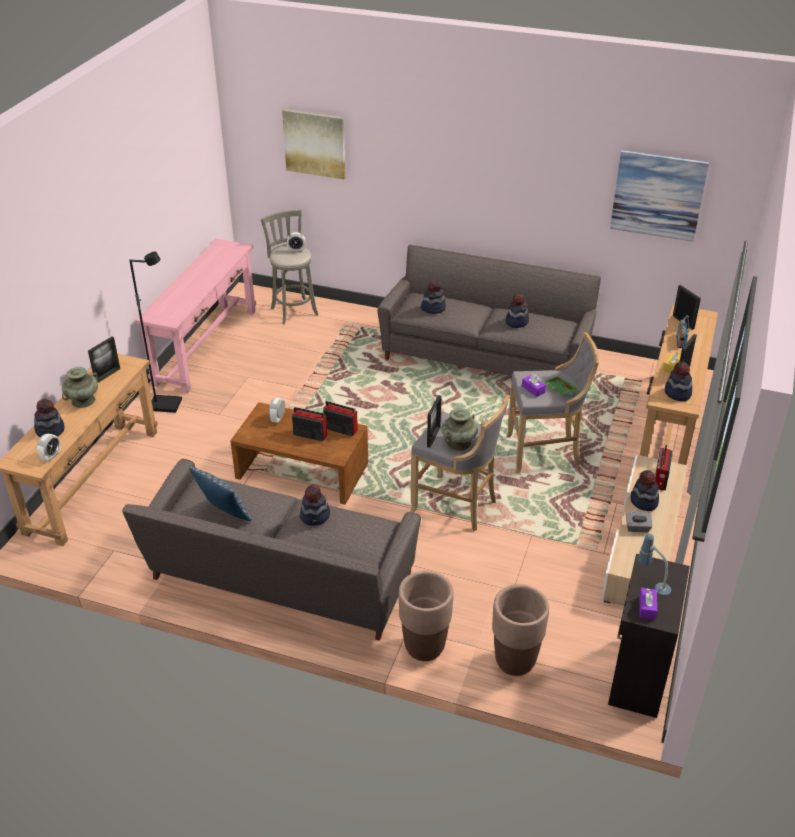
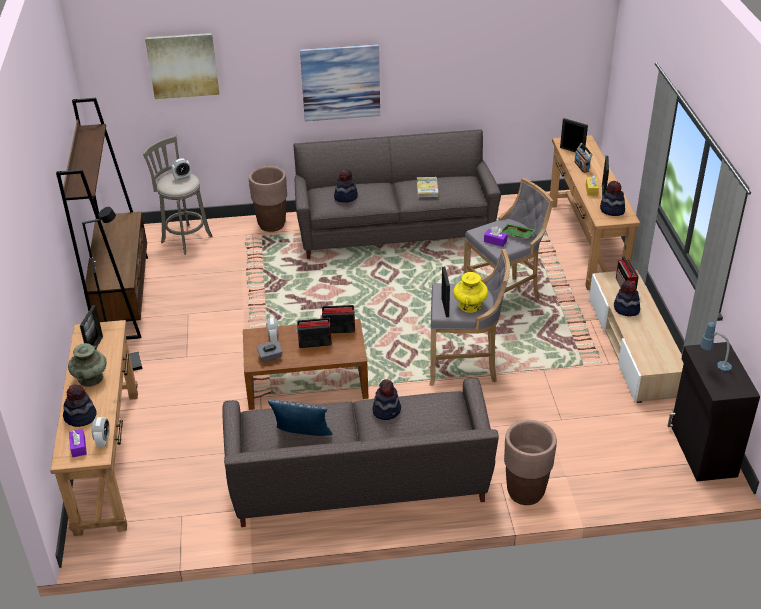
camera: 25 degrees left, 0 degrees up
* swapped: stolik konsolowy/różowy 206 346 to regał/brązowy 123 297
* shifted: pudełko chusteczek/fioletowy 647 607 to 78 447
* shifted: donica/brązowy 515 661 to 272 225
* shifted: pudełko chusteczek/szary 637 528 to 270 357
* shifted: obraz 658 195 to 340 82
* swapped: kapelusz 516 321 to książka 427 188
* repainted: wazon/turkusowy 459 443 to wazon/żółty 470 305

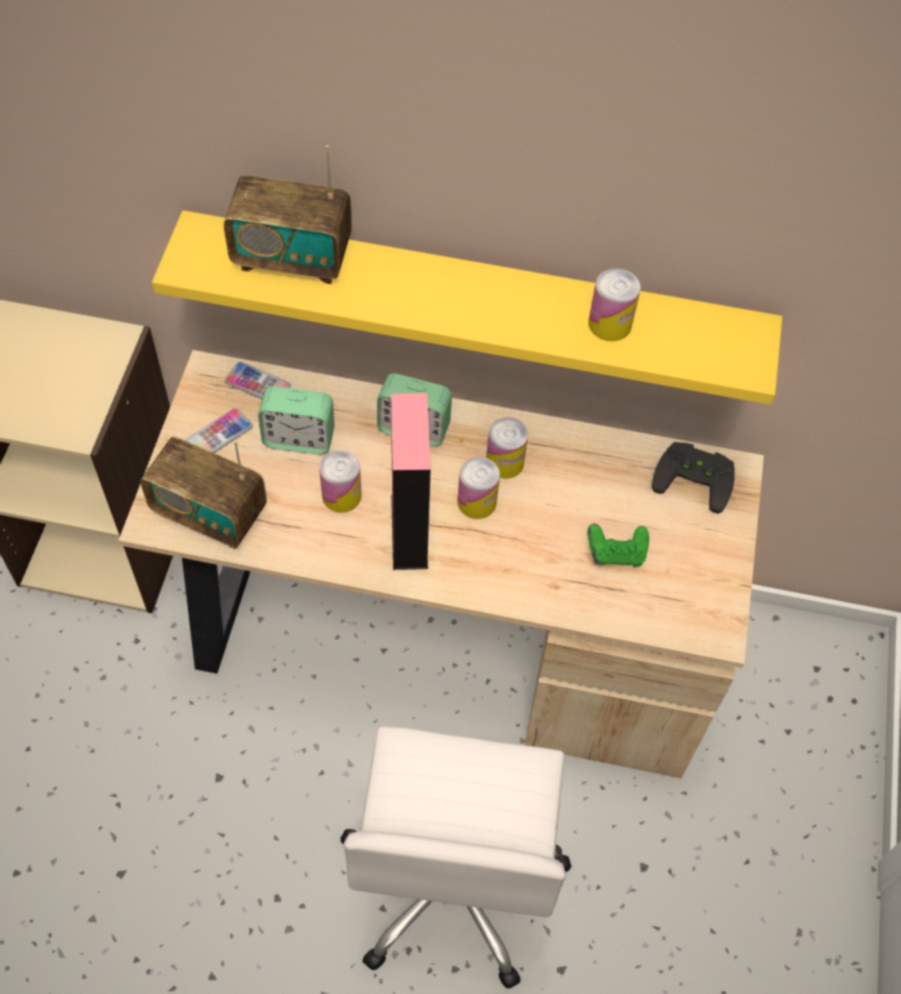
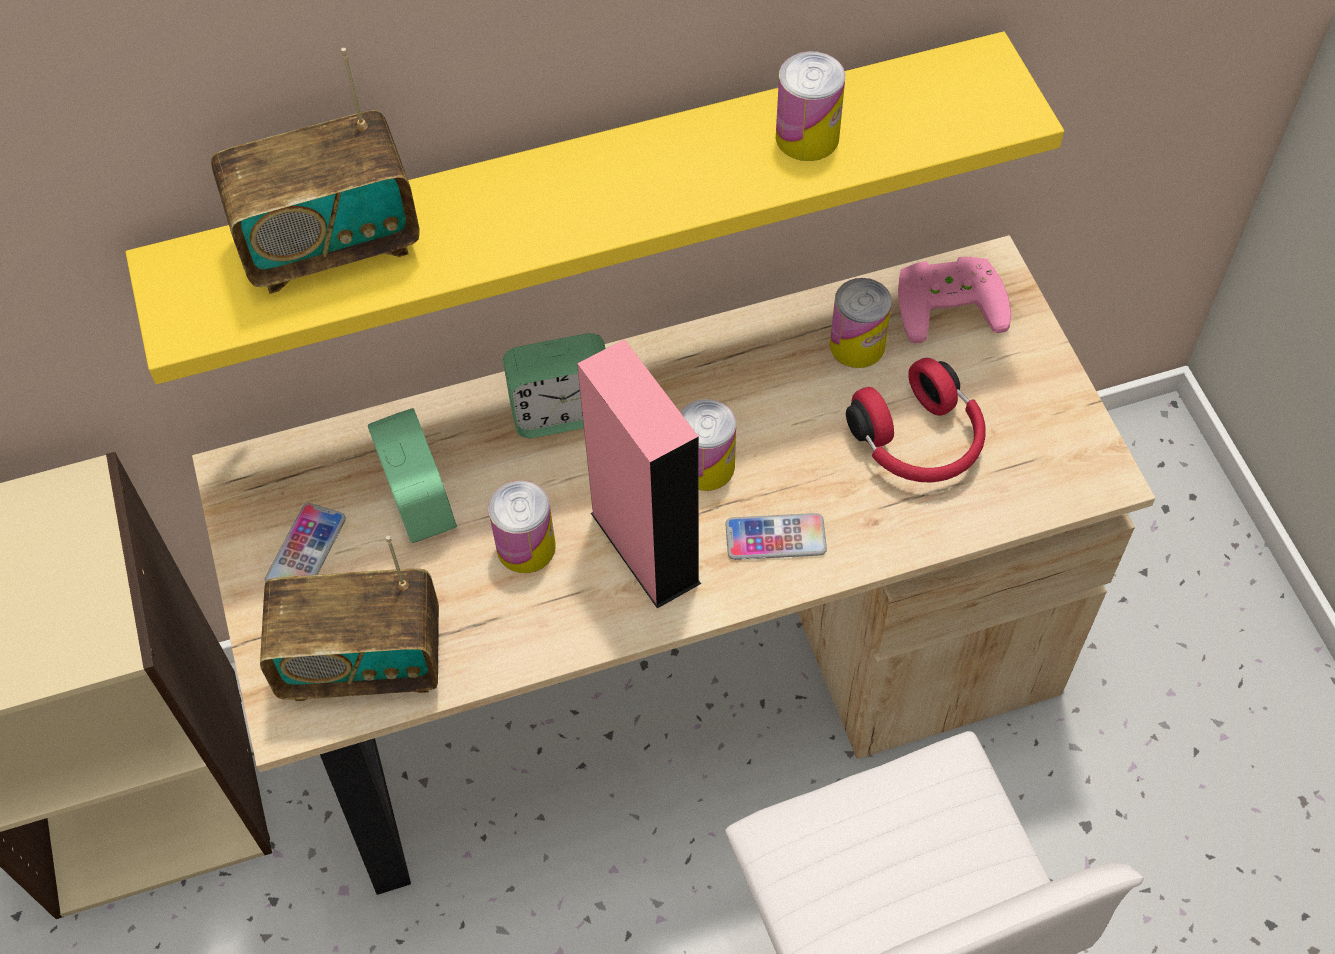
camera: 25 degrees left, 0 degrees up
* rotated: budzik 299 438 = 419 501 90 degrees counterclockwise
* shifted: telefon 257 384 to 775 538
* shifted: puszka 504 462 to 857 345
* swapped: pad do gier/zielony 616 553 to słuchawki/czerwony 918 442
* repainted: pad do gier/czarny 695 476 to pad do gier/różowy 948 299

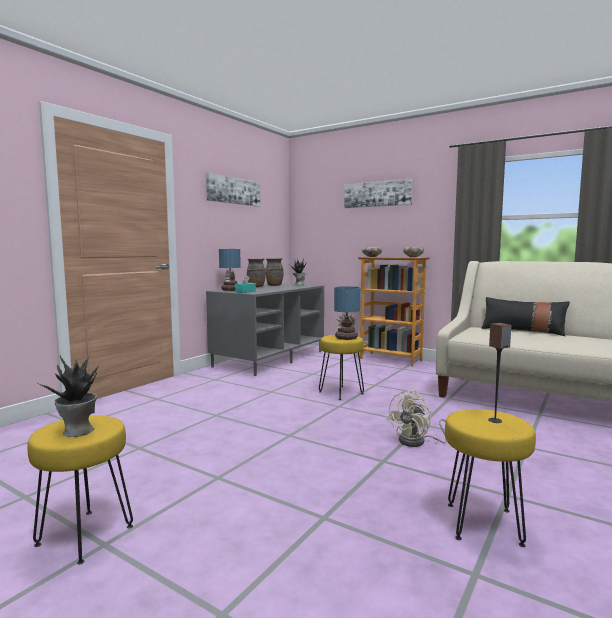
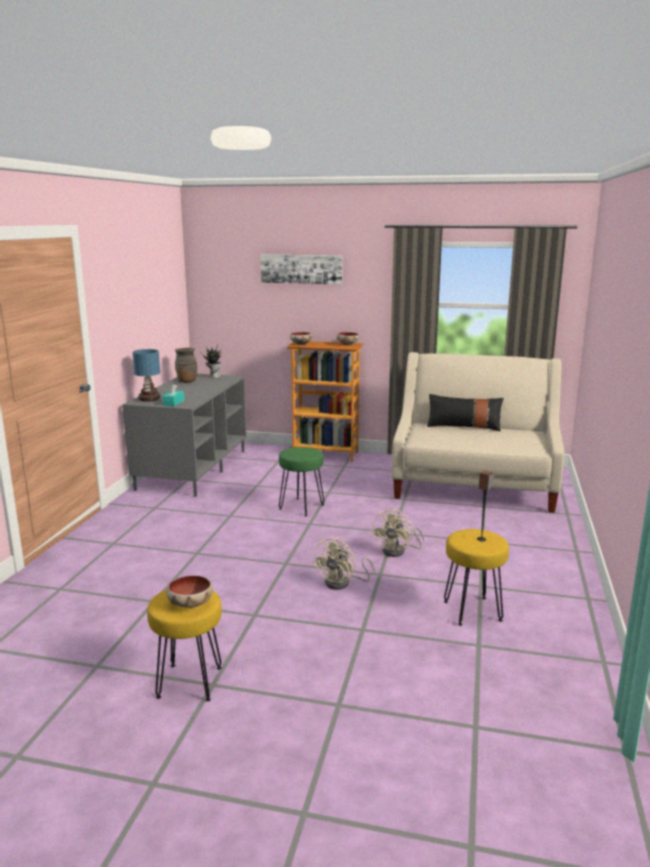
camera: 20 degrees left, 10 degrees up
* swapped: roślina doniczkowa 78 432 to miska 189 604
* repainted: stołek/żółty 341 393 to stołek/zielony 301 507
* new: wentylator/beżowy 343 583
* gone: obraz 233 191
* gone: wazon/brązowy 256 287
* gone: lampa stołowa 347 338

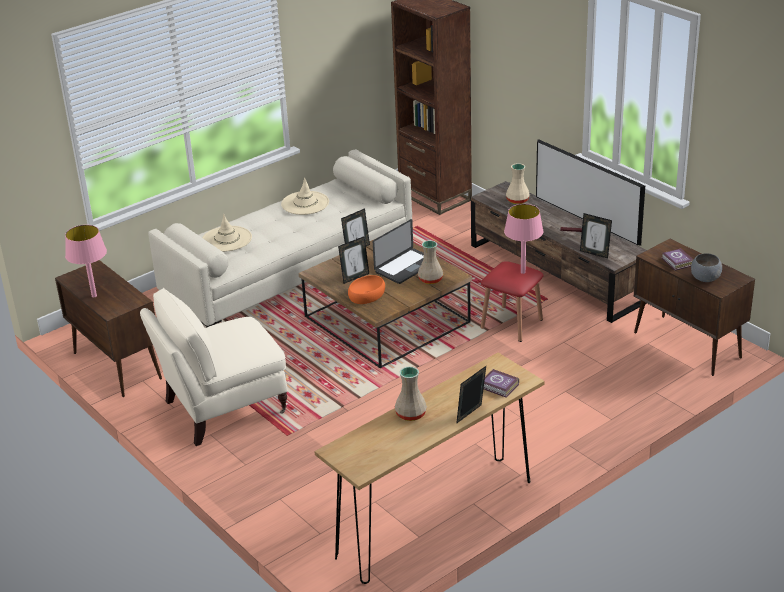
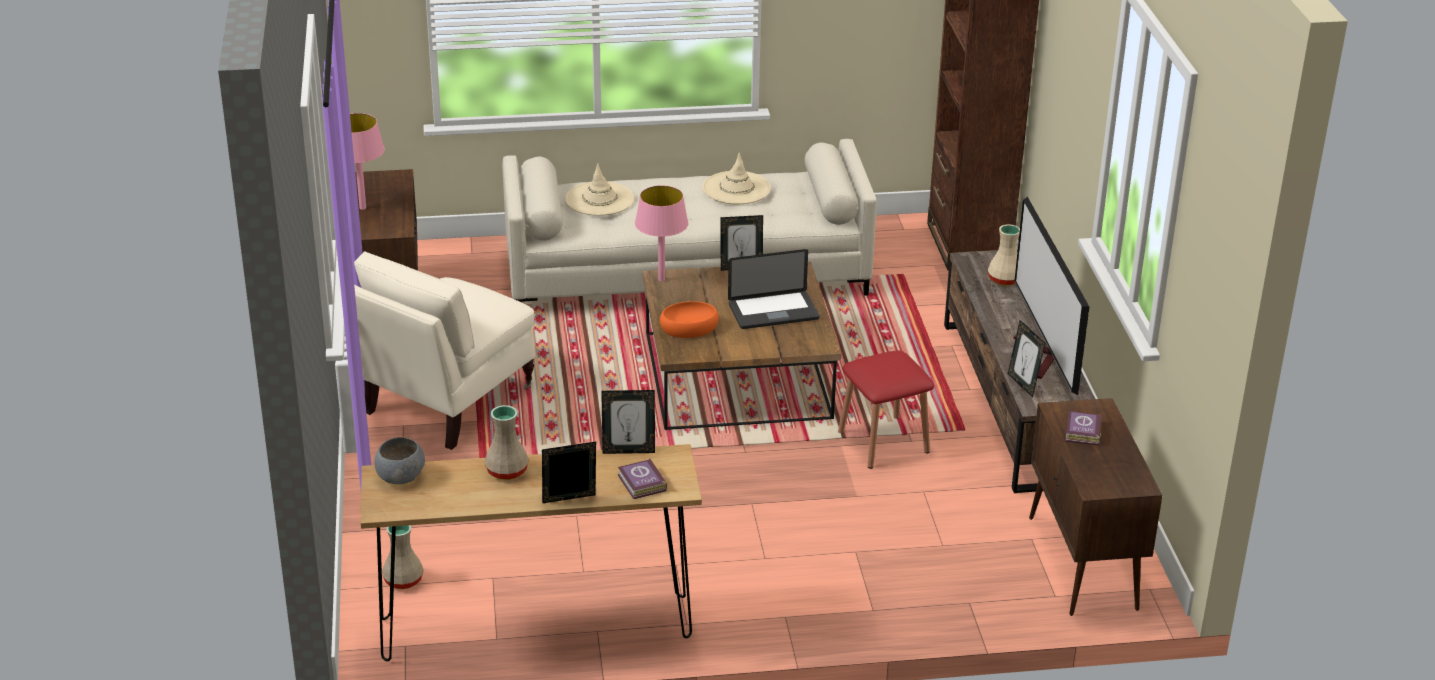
camera: 30 degrees right, 0 degrees up
* rotated: fotel/beżowy 222 408 = 446 401 60 degrees counterclockwise
* shifted: miska/szary 705 278 to 399 477
* shifted: wazon/beżowy 430 279 to 404 579
* shifted: ramka na zdjęcie 355 277 to 628 450
* shifted: lampa stołowa/różowy 522 272 to 661 279

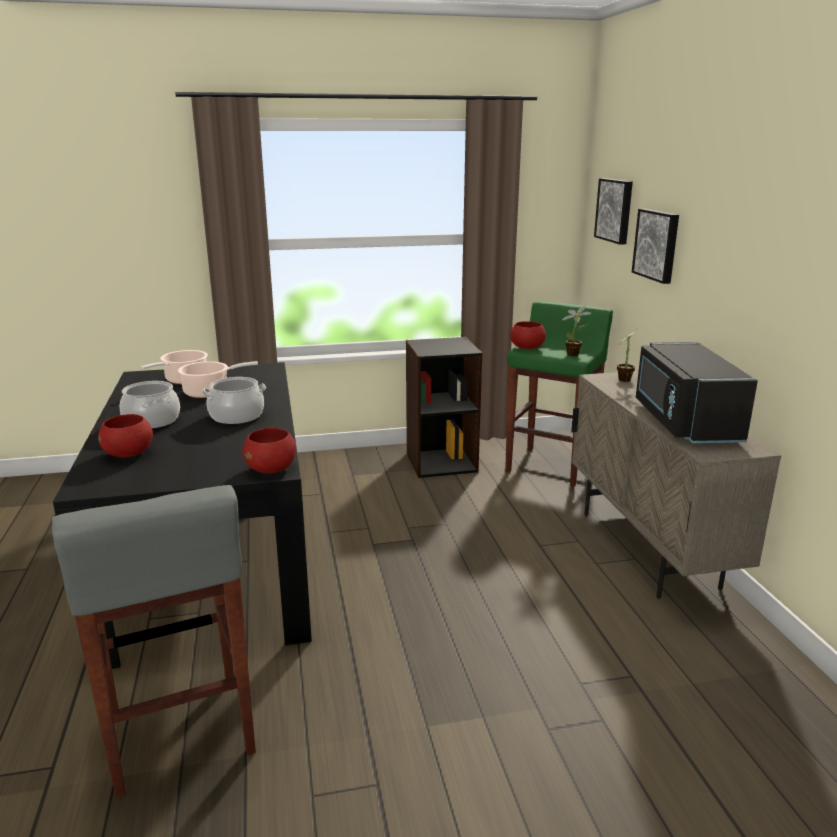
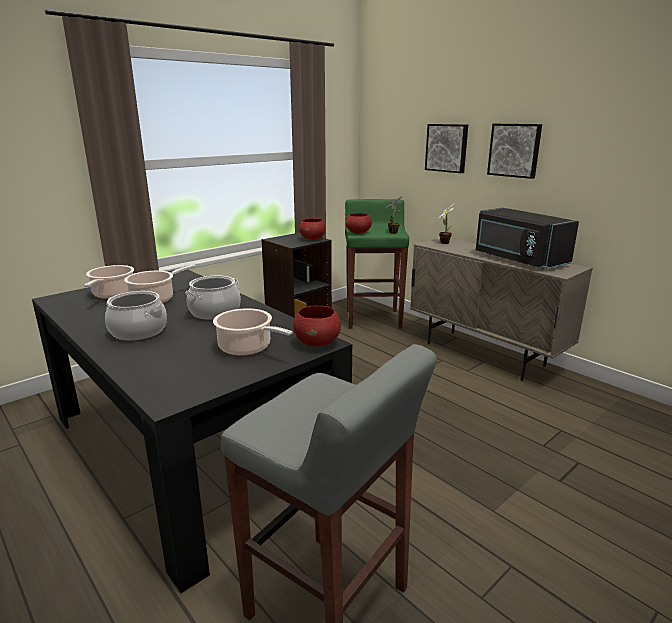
camera: 30 degrees left, 0 degrees up
* new: garnek 247 348
* shifted: miska/czerwony 129 454 to 313 239
* shifted: obraz 615 210 to 514 150

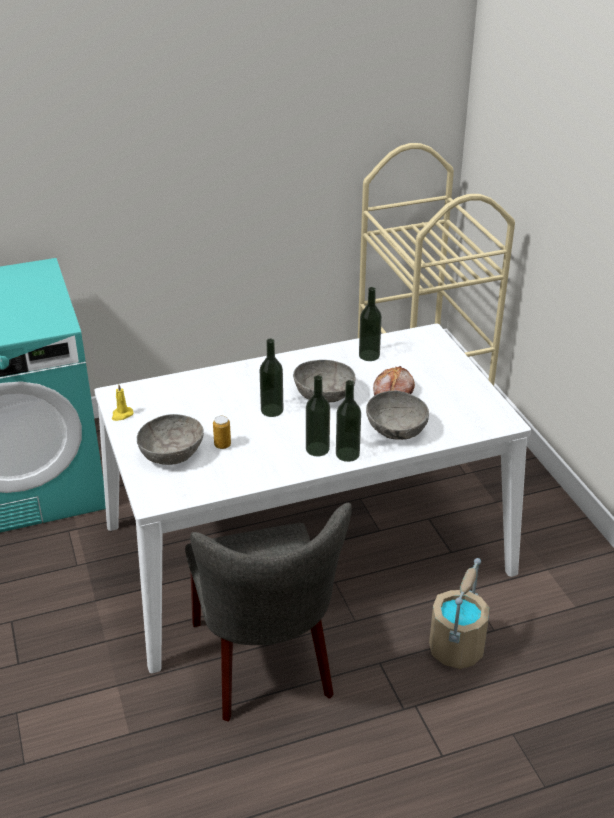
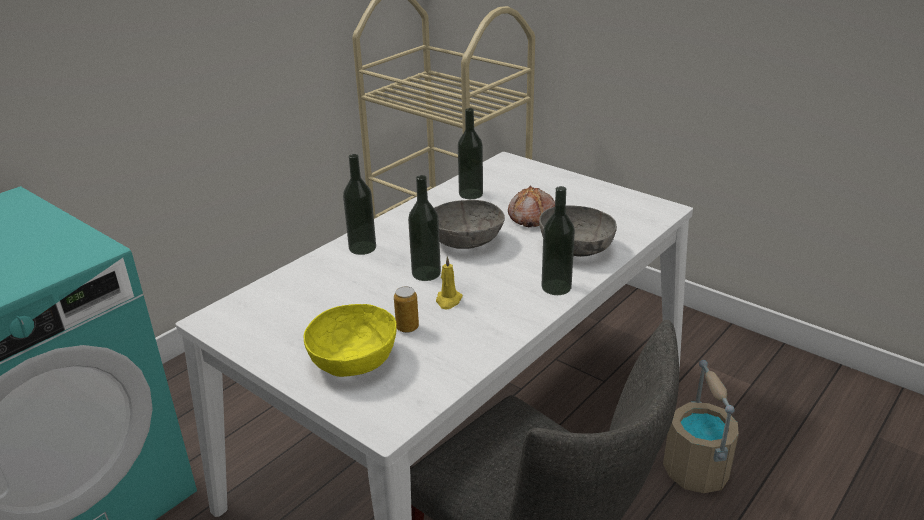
camera: 30 degrees left, 5 degrees down
* repainted: miska/szary 171 453 to miska/żółty 353 359
* shifted: butelka 317 449 to 362 248
* shifted: świeca/żółty 121 415 to 448 301

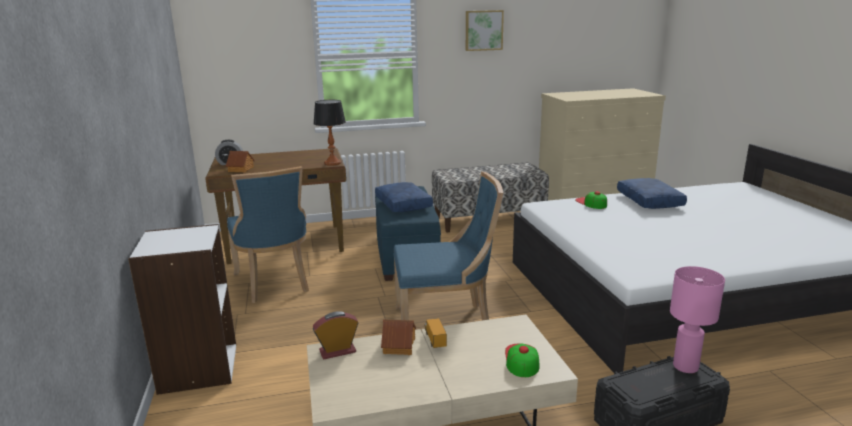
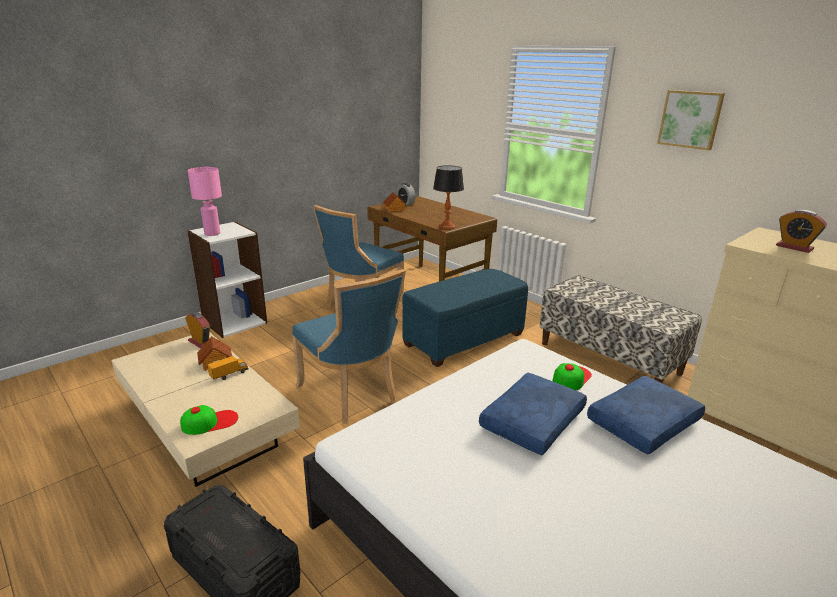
camera: 60 degrees right, 5 degrees up
* shifted: lampa stołowa/różowy 686 367 to 212 234
* shifted: poduszka/niebieski 404 204 to 533 422
* new: budzik 794 247

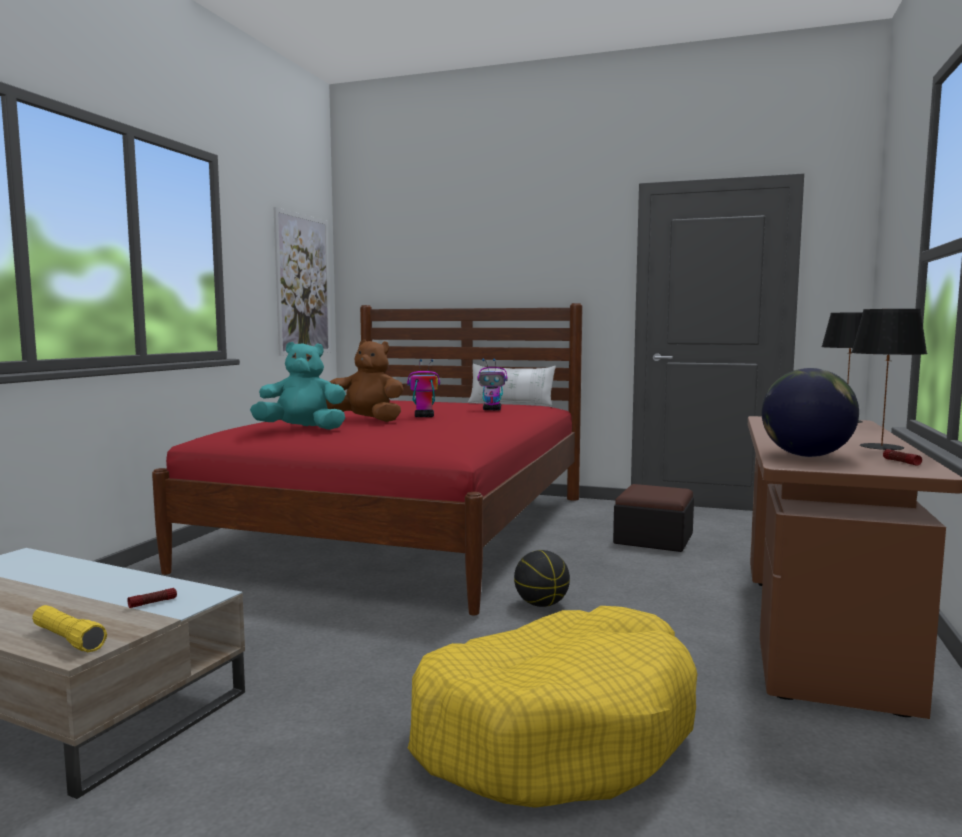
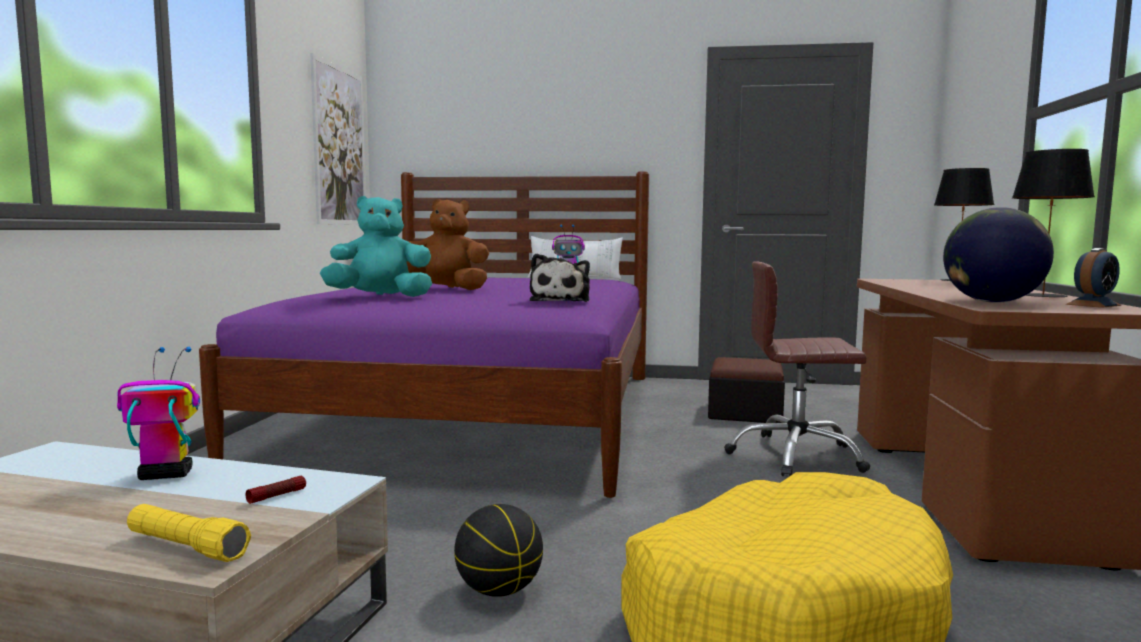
camera: 10 degrees left, 0 degrees up
* shifted: robot zabawkowy 423 416 to 164 475
* repainted: łóżko/czerwony 406 530 to łóżko/fioletowy 479 415
* shifted: piłka do koszykówki 541 604 to 498 591
* new: pluszak 562 301
* new: krzesło biurowe/brązowy 796 456
* swapped: latarka 901 462 to budzik 1093 305

